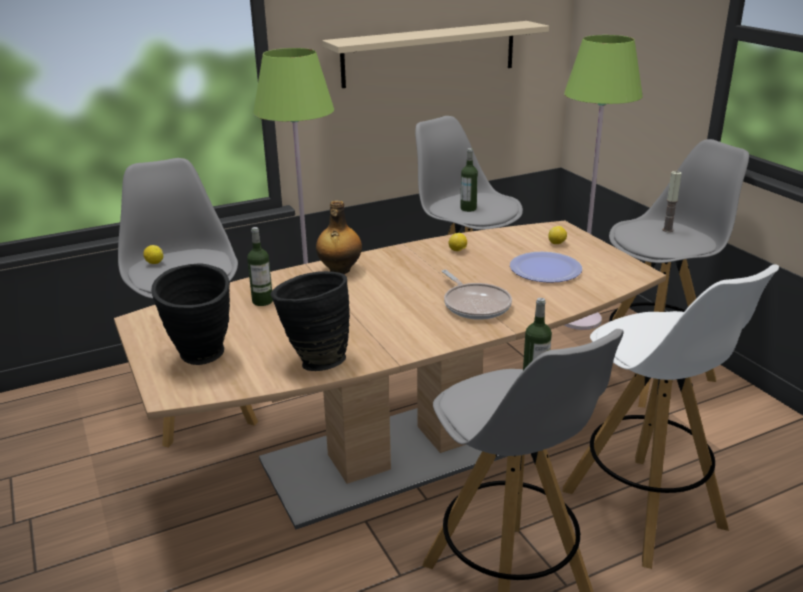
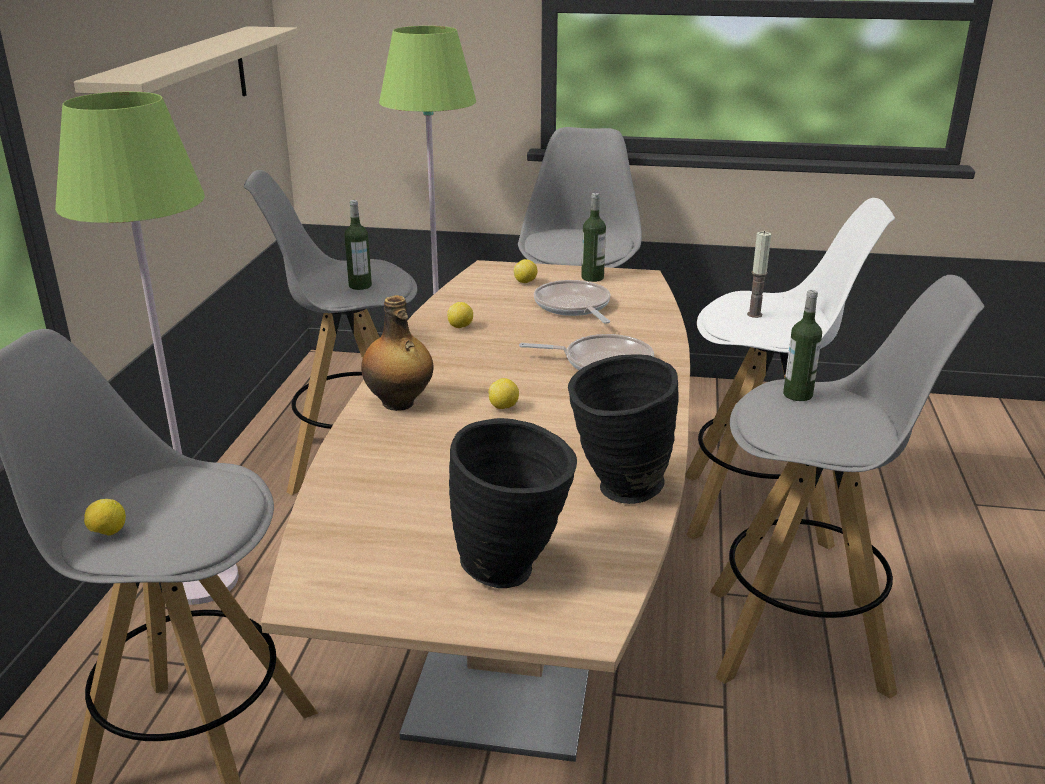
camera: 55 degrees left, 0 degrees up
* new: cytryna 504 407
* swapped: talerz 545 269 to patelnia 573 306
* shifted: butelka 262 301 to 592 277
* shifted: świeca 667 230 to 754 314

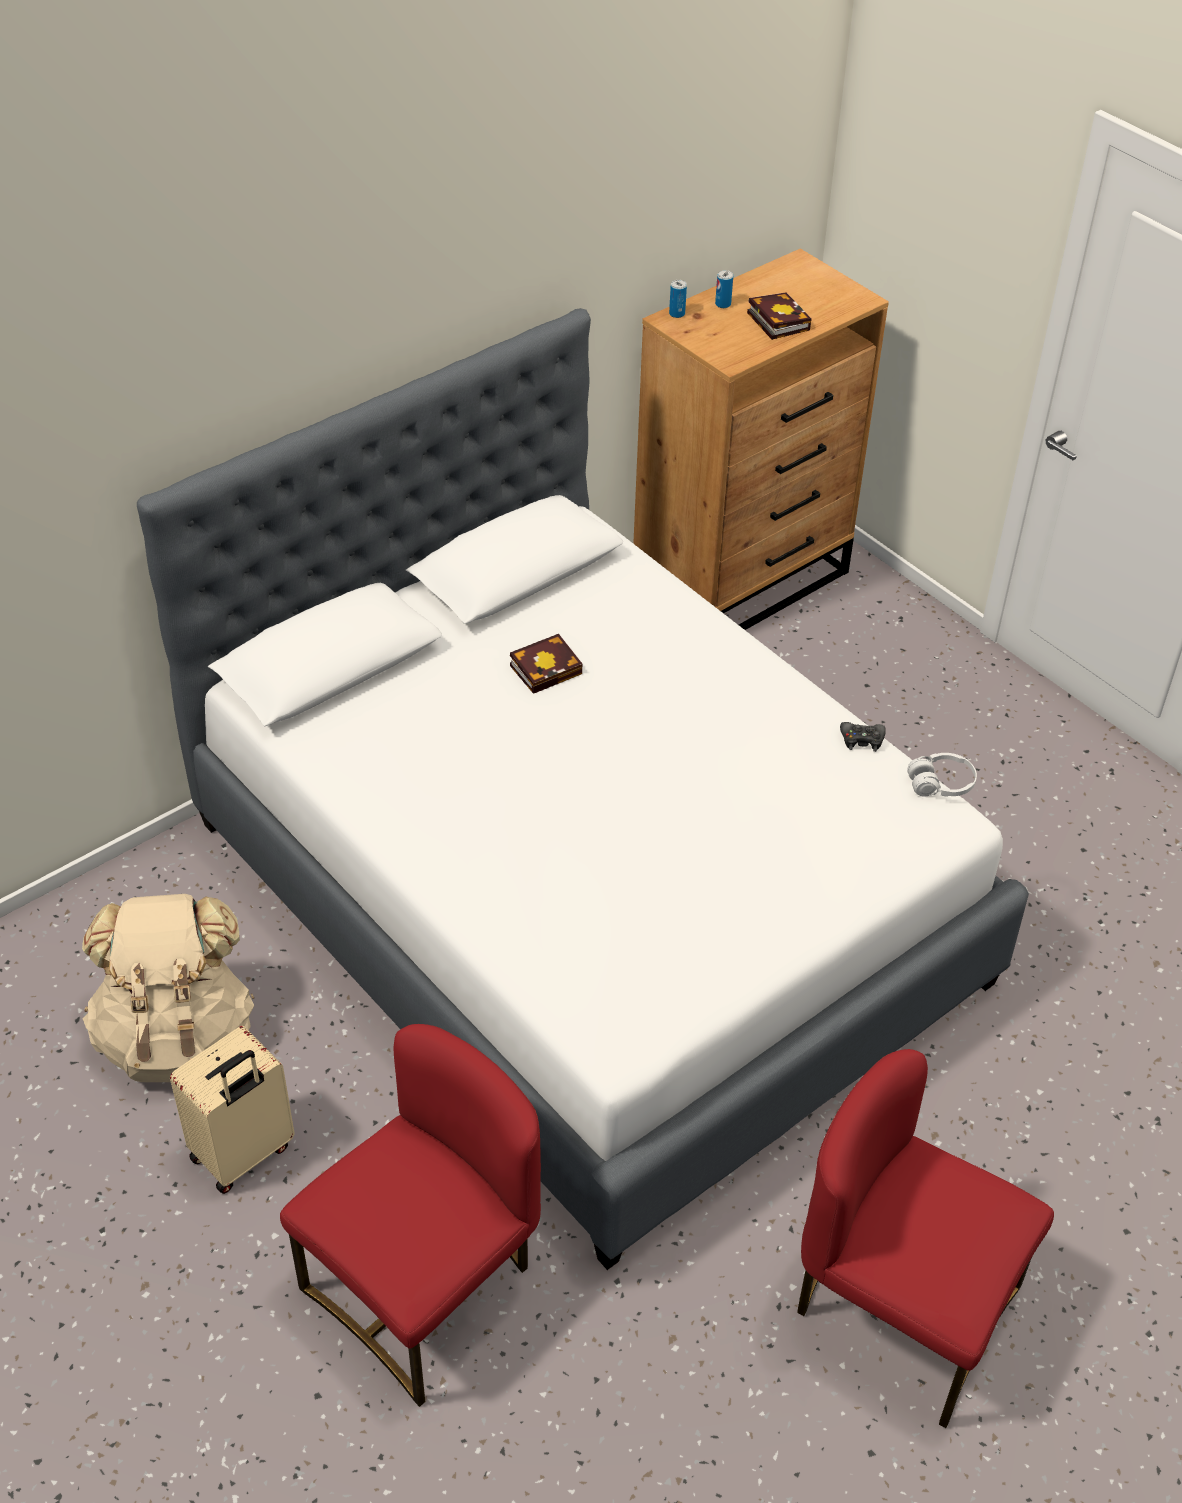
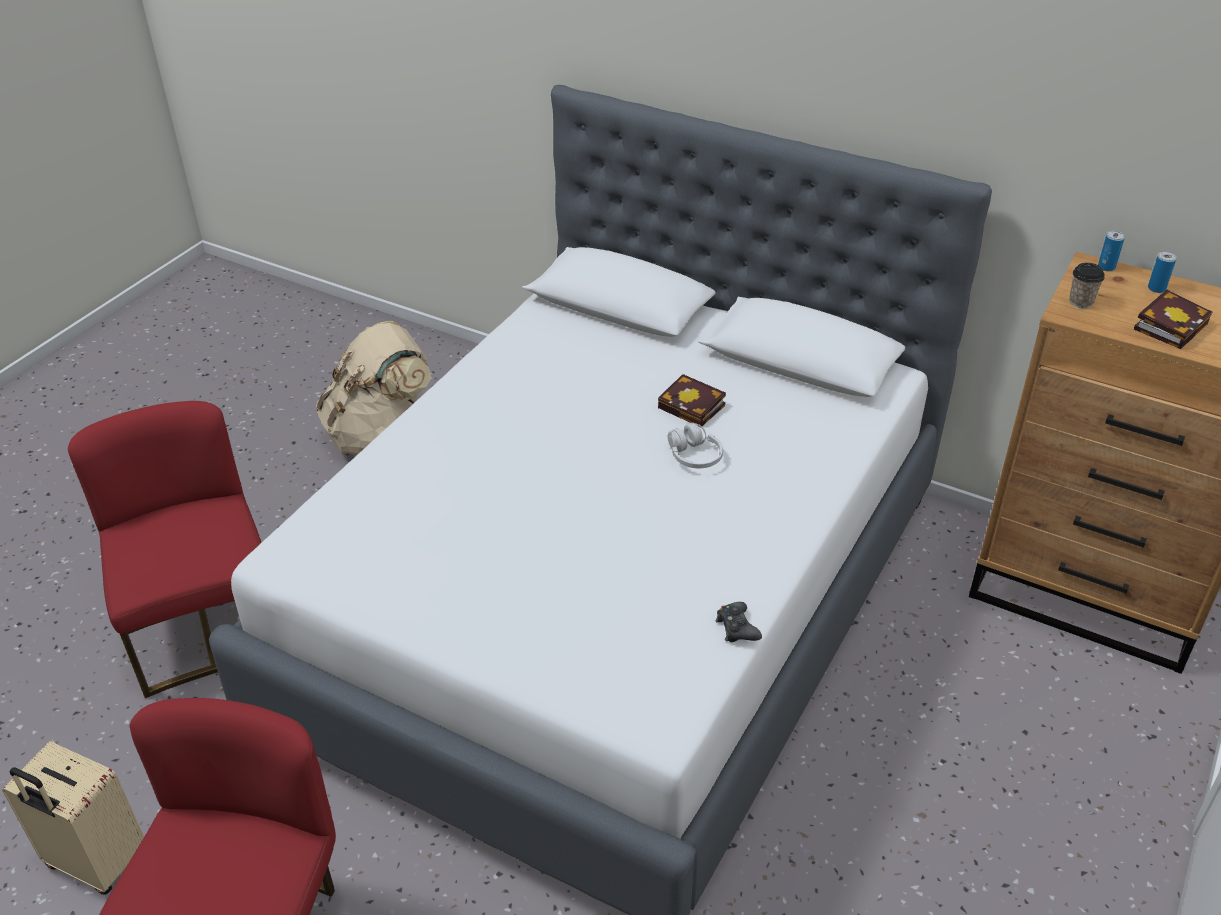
camera: 70 degrees right, 5 degrees down
* shifted: walizka/beżowy 243 1154 to 95 863
* rotated: krzesło/czerwony 425 1287 = 206 626 135 degrees counterclockwise
* shifted: słuchawki/biały 940 784 to 694 456
* new: filiżanka 1080 302

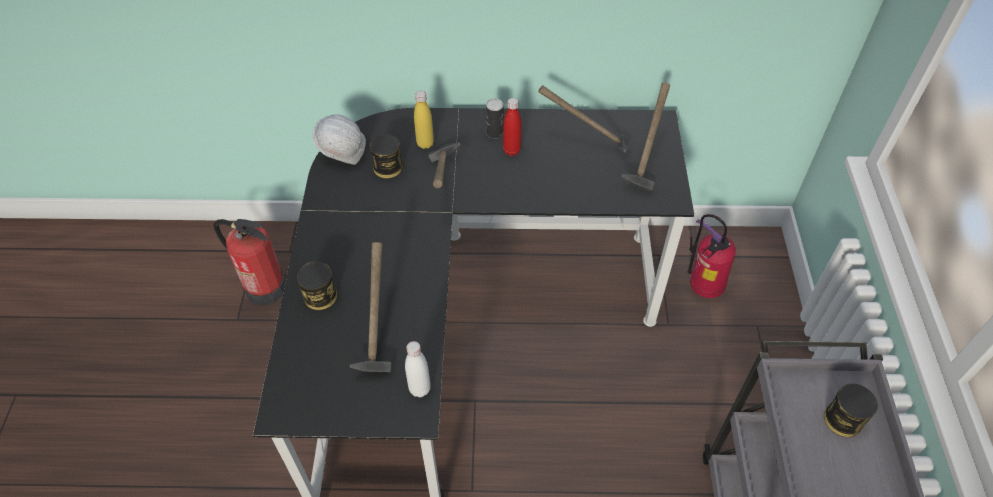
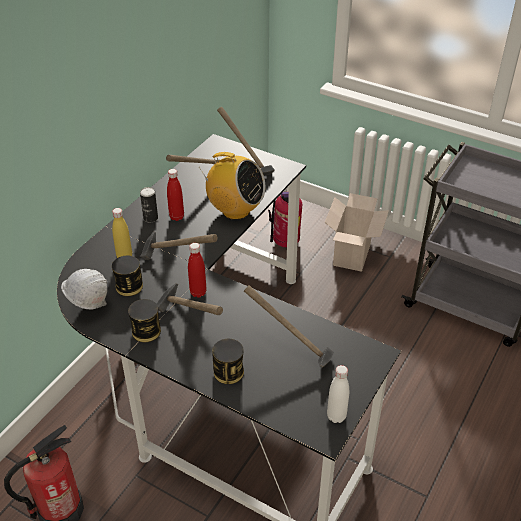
camera: 60 degrees left, 10 degrees down
* shifted: puszka 842 420 to 146 331
* new: młotek 190 323
* new: butelka/czerwony 198 292
* new: radio 235 211
* new: karton 352 256
* shifted: butelka/biały 419 389 to 336 416

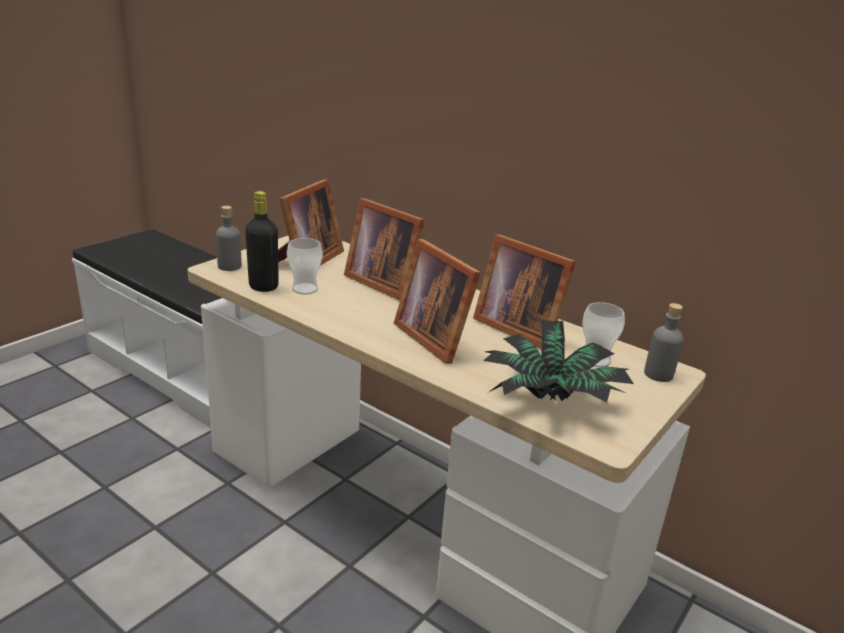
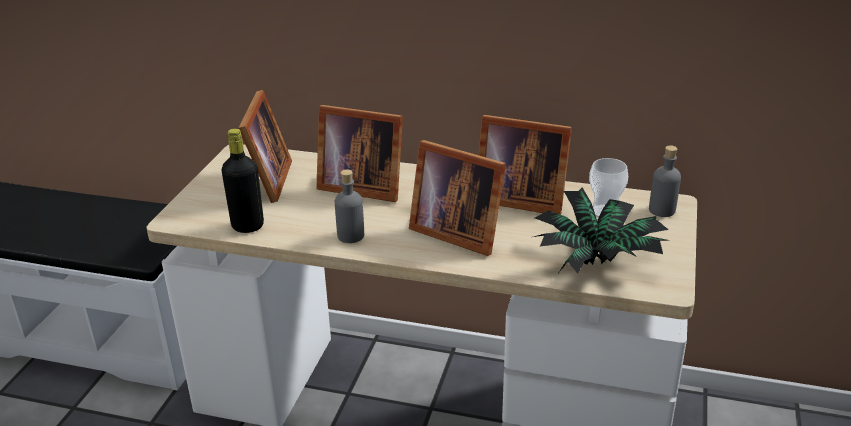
camera: 20 degrees left, 5 degrees up
* shifted: butelka/szary 229 266 to 351 236
* gone: filiżanka 305 289

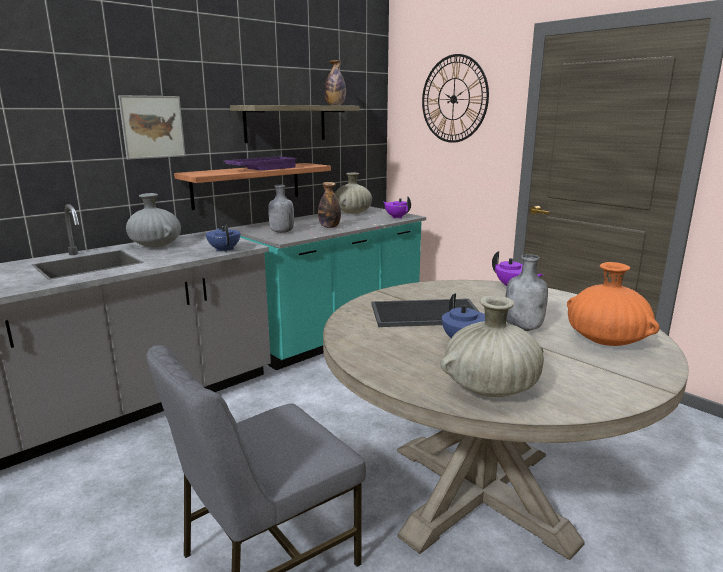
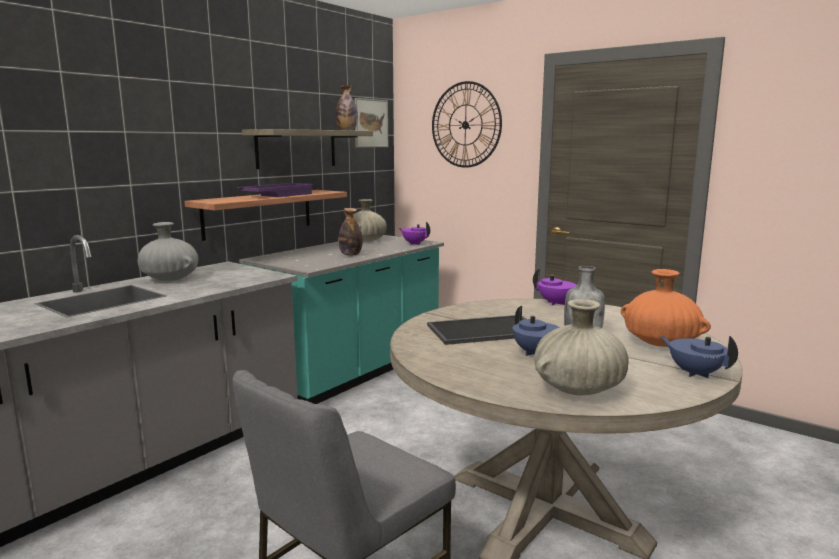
camera: 10 degrees left, 5 degrees down
* shifted: obraz 152 127 to 371 123
* shifted: imbryk/niebieski 224 250 to 695 373
* gone: butelka/szary 281 232

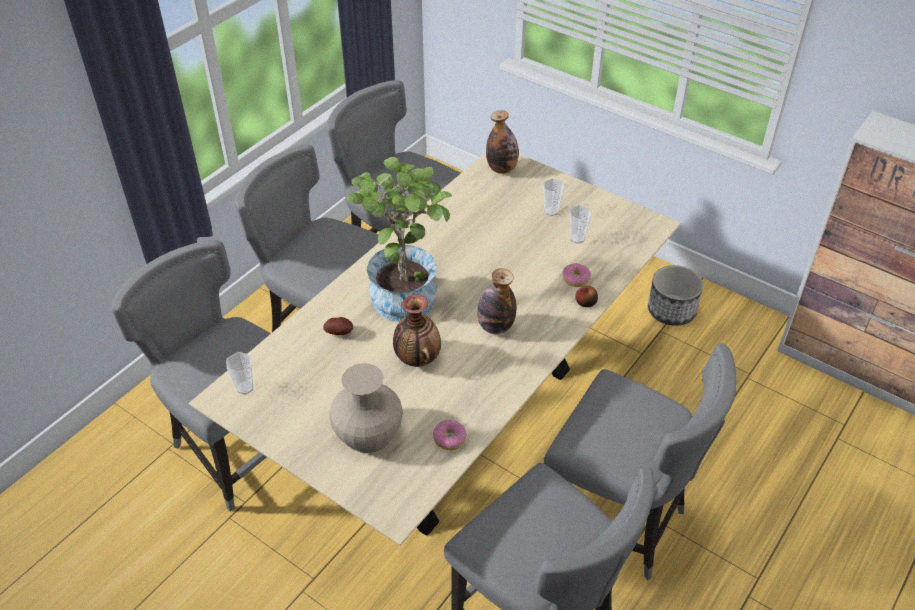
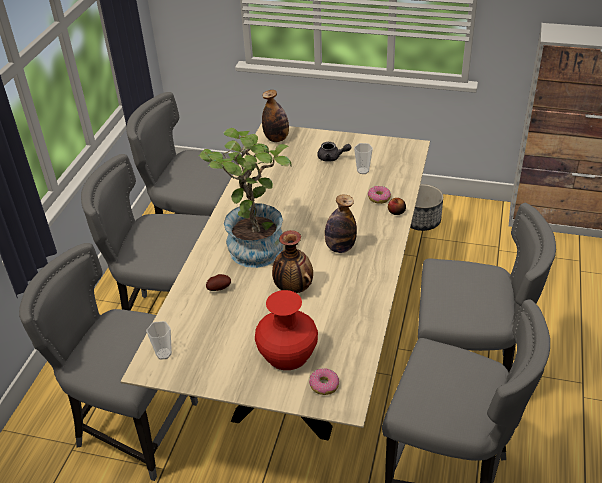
camera: 20 degrees left, 5 degrees down
* repainted: wazon/beżowy 368 433 to wazon/czerwony 287 354
* shifted: donut 449 438 to 324 385
* swapped: filiżanka 551 211 to imbryk/szary 332 158

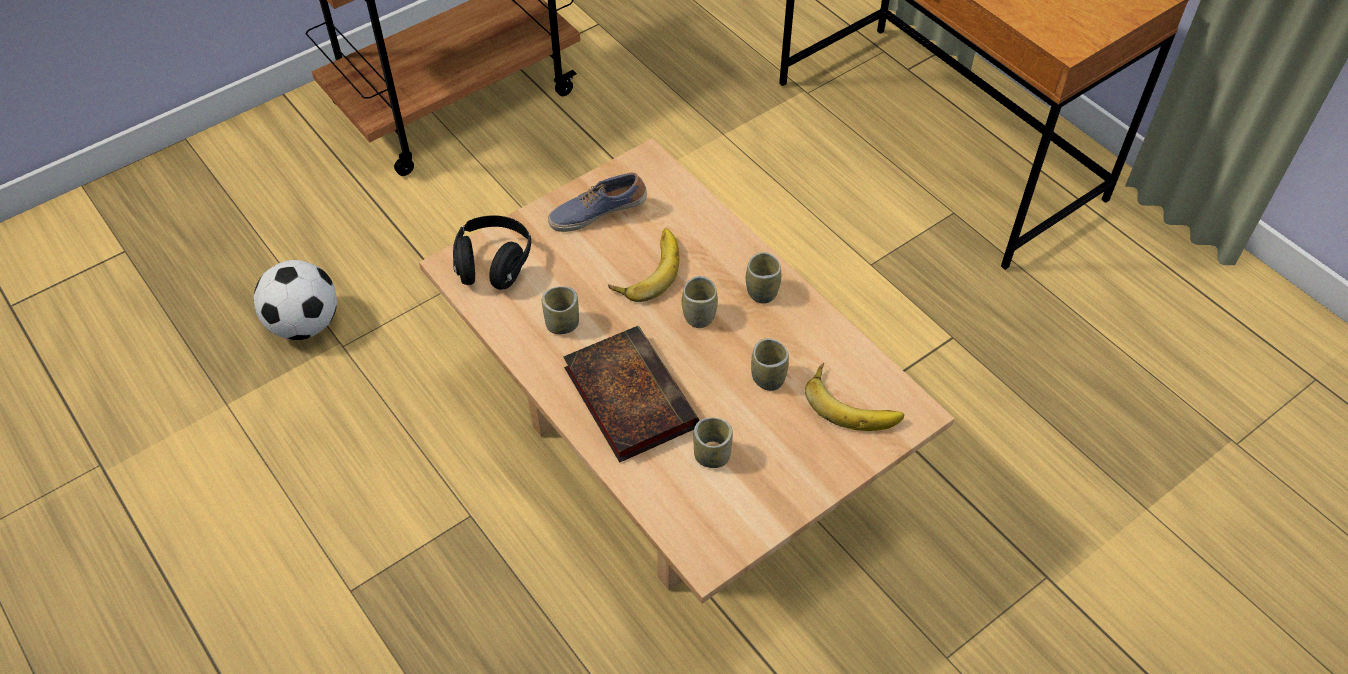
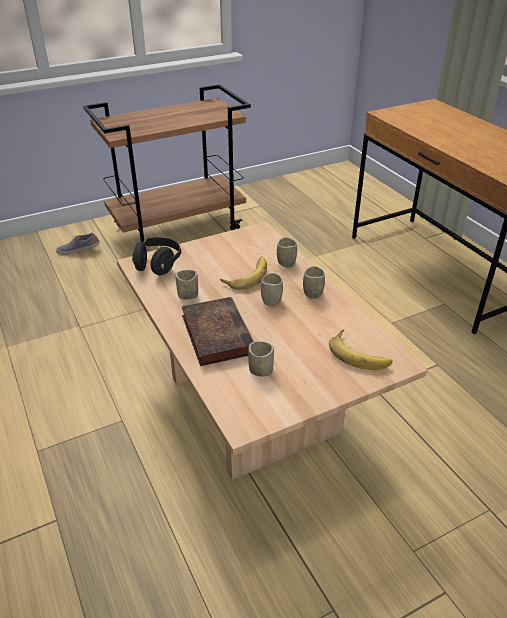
camera: 10 degrees right, 15 degrees down
* shifted: but 597 213 to 79 250
* shifted: filiżanka 768 378 to 286 263
* gone: piłka futbolowa 305 324

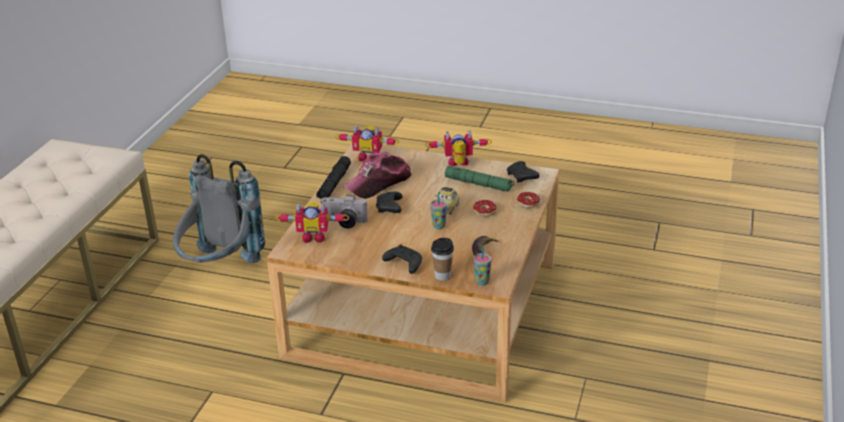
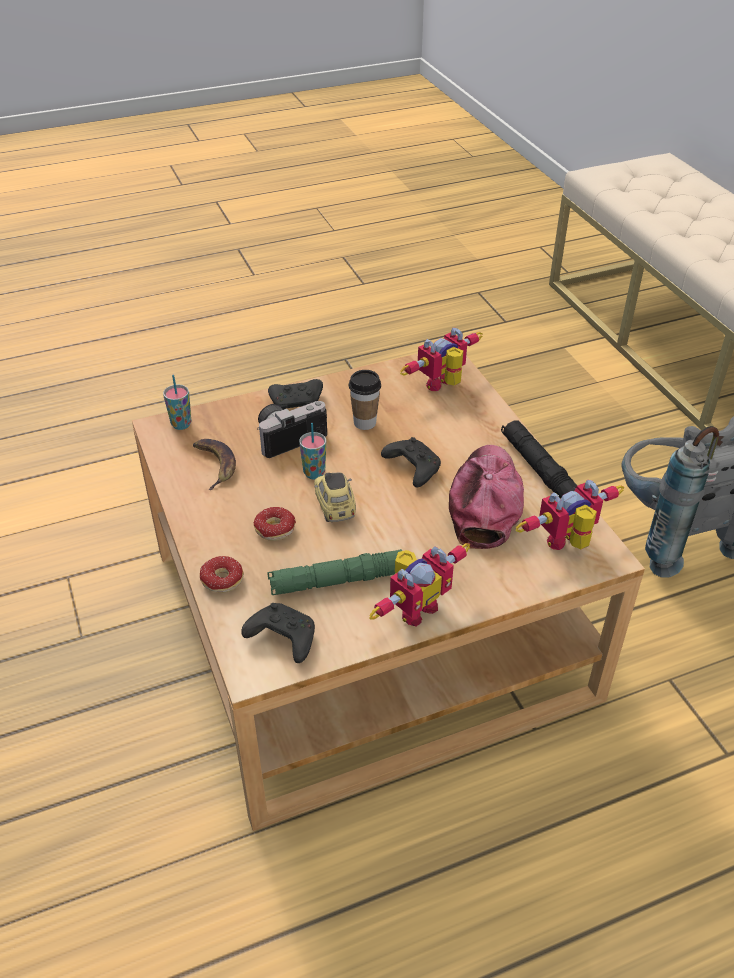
camera: 140 degrees right, 10 degrees up
* shifted: aparat fotograficzny 344 223 to 288 436
* shifted: filiżanka 442 276 to 364 423

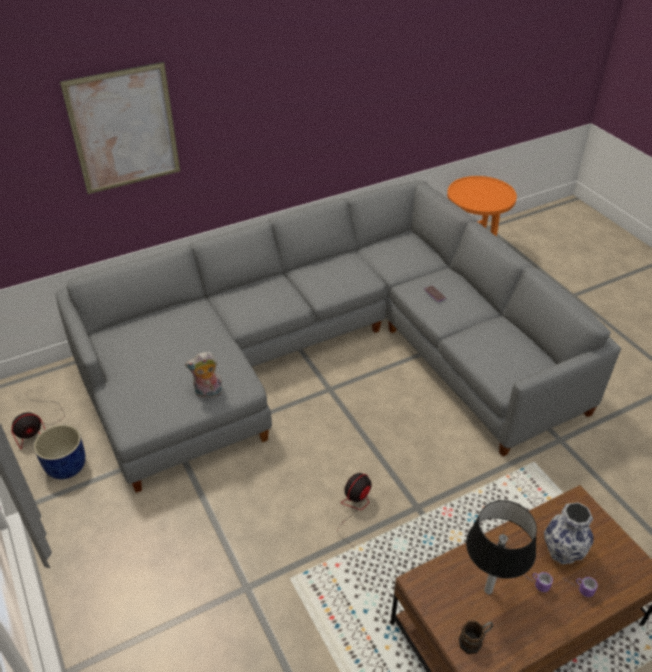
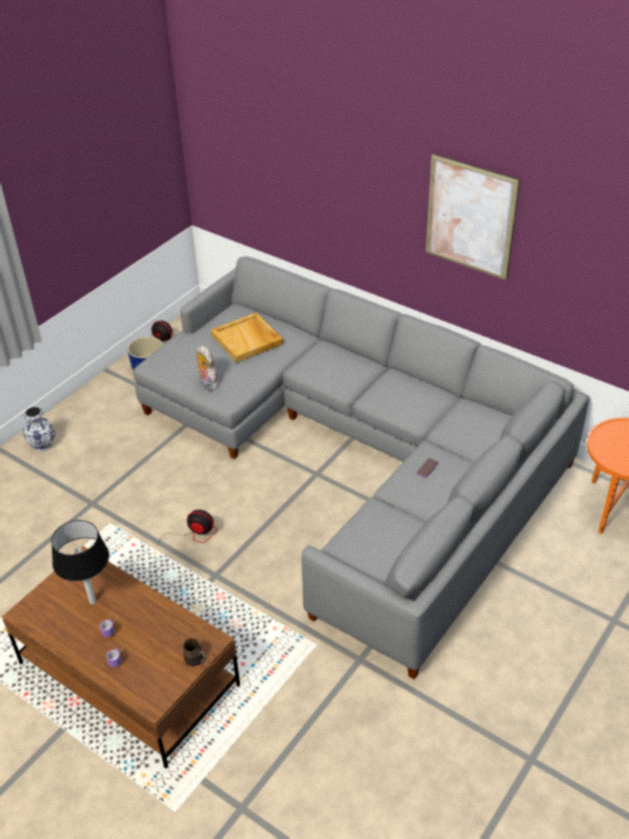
camera: 65 degrees right, 0 degrees up
* shifted: wazon 563 552 to 42 445
* shifted: kubek/brązowy 474 641 to 197 661
* new: taca/beżowy 247 340
* shifted: obraz 124 129 to 470 217

